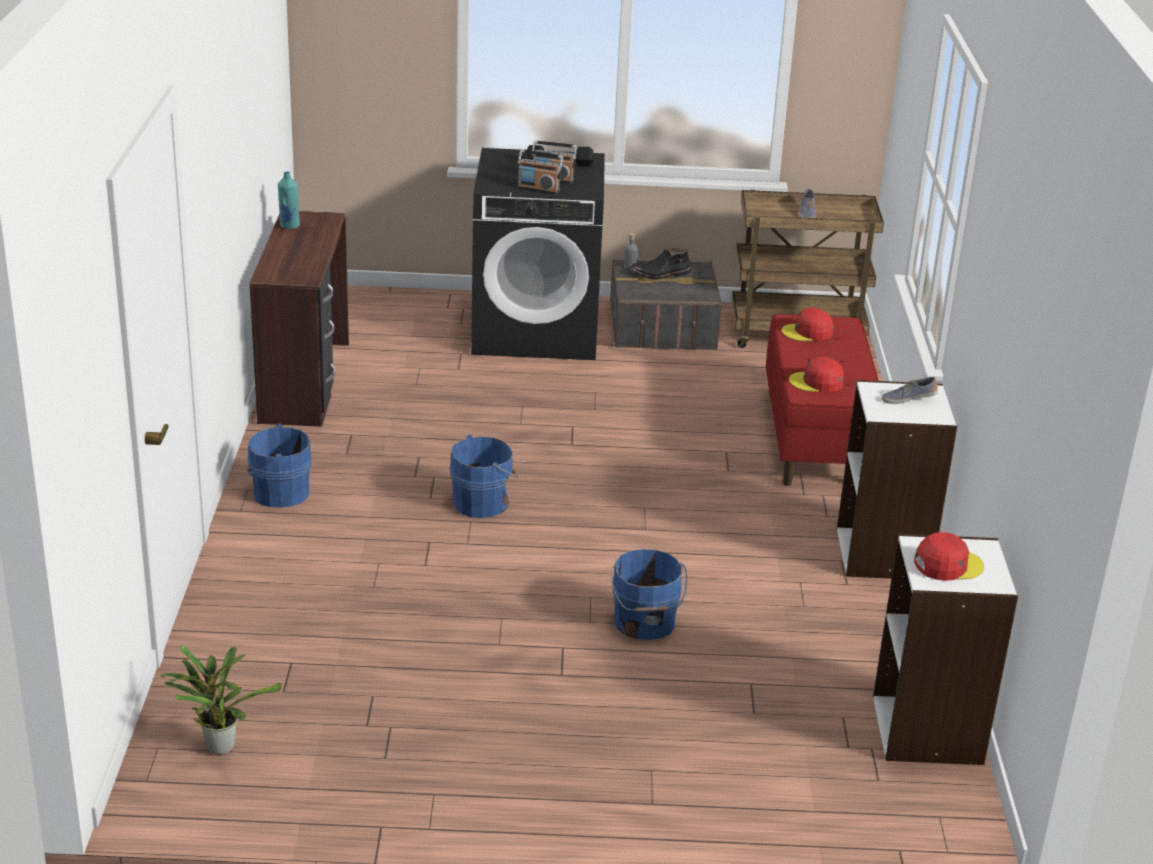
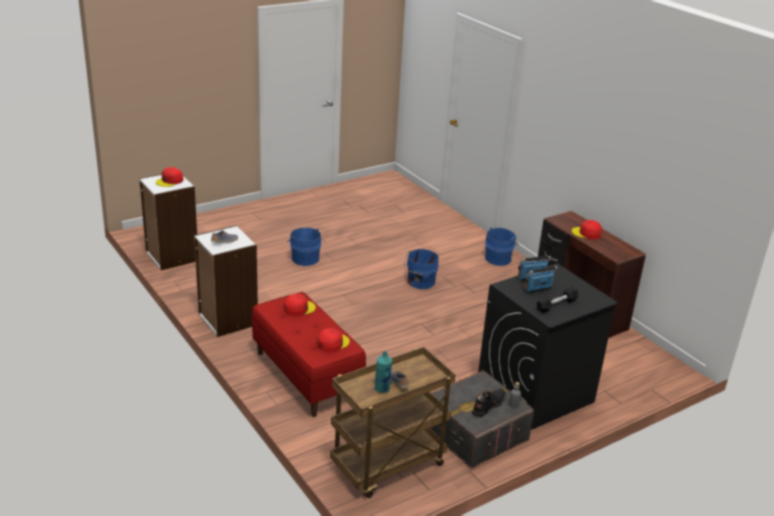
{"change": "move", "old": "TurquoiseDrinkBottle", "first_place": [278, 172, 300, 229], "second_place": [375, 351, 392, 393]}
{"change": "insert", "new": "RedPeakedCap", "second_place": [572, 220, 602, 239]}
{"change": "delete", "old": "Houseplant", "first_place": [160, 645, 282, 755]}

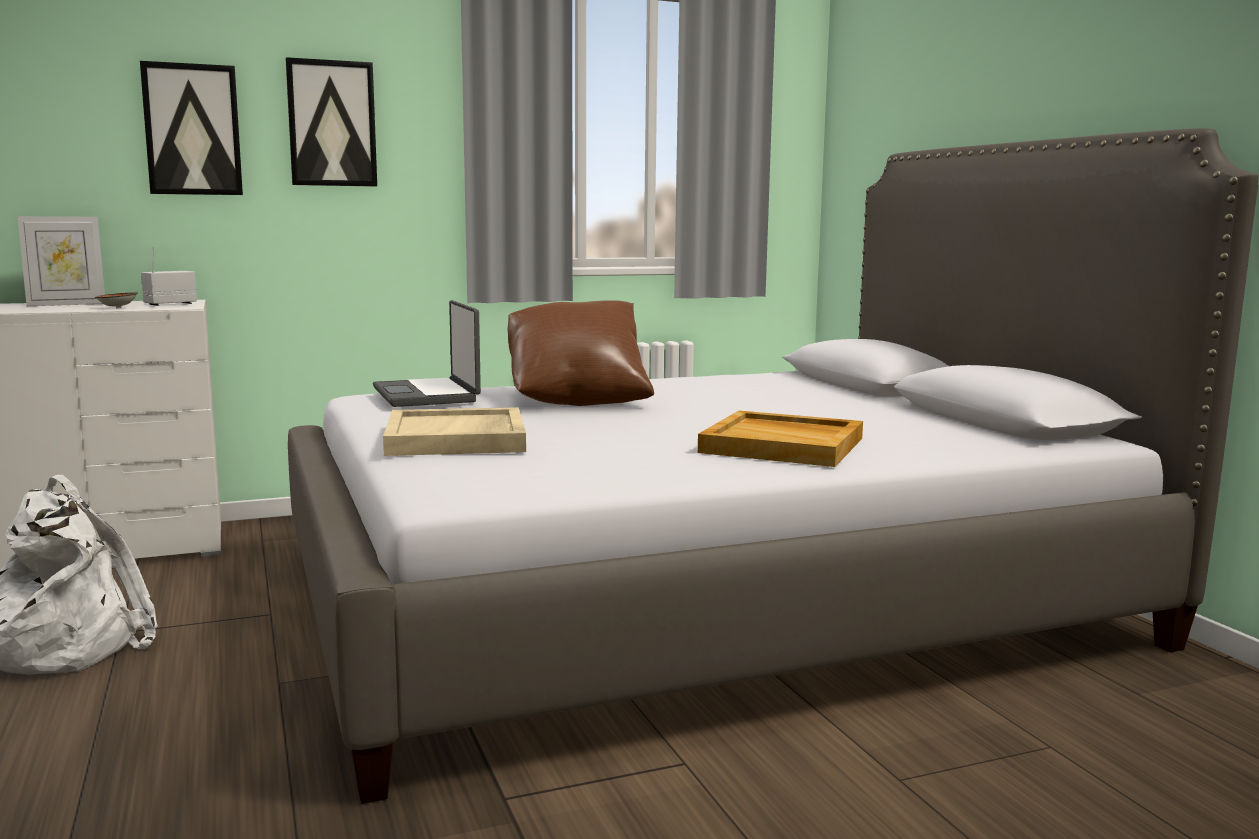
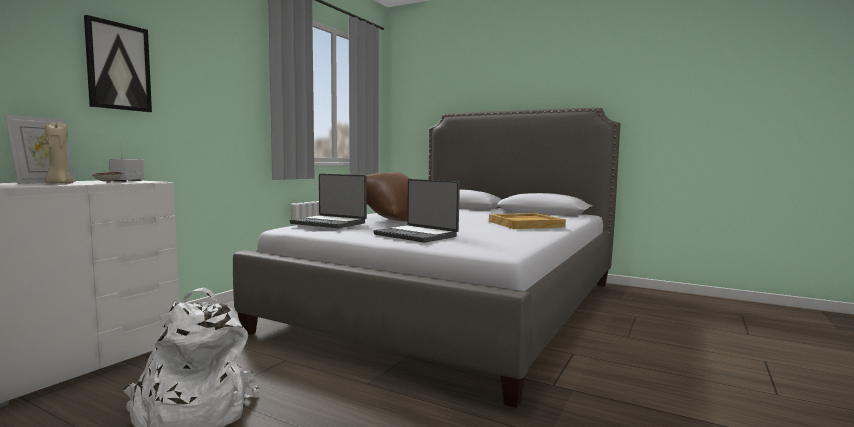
{"change": "insert", "new": "BeigeColouredWaxCandle", "second_place": [45, 123, 74, 184]}
{"change": "replace", "old": "BeigeColouredTray", "new": "PortableComputer", "first_place": [383, 407, 526, 456], "second_place": [373, 179, 460, 243]}
{"change": "delete", "old": "WallPicture", "first_place": [285, 57, 377, 186]}

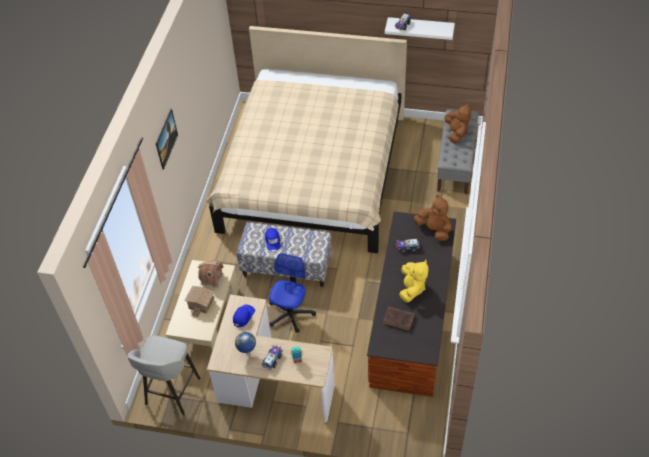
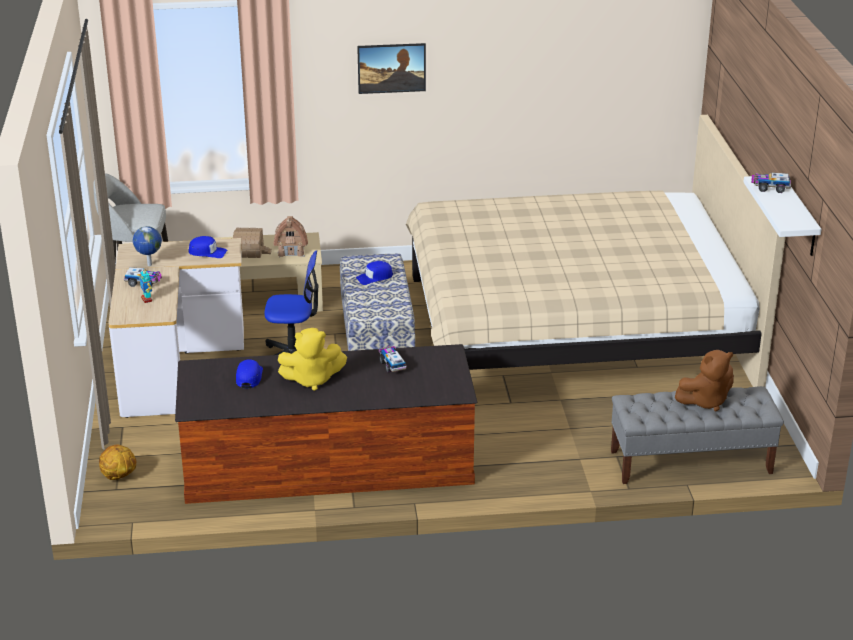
{"change": "insert", "new": "BallForBasketball", "second_place": [99, 444, 136, 480]}
{"change": "replace", "old": "BrownColouredBook", "new": "BlueColouredPeakedCap", "first_place": [383, 306, 415, 331], "second_place": [236, 359, 263, 388]}
{"change": "delete", "old": "BrownColouredSoftToy", "first_place": [414, 195, 452, 241]}

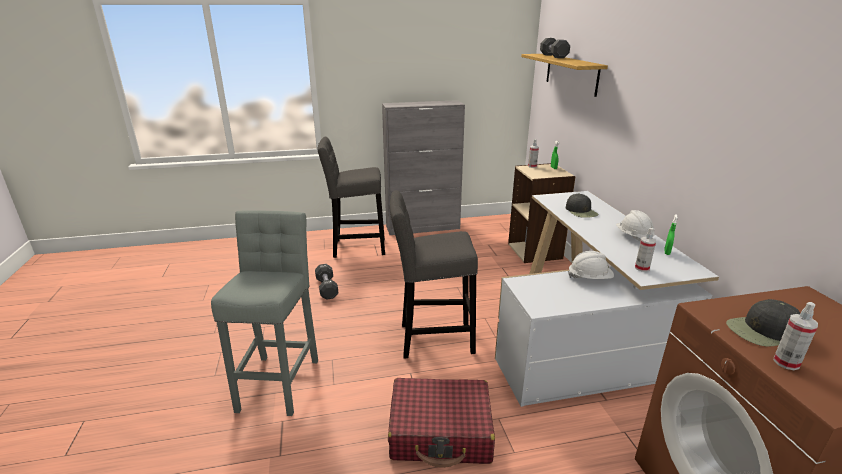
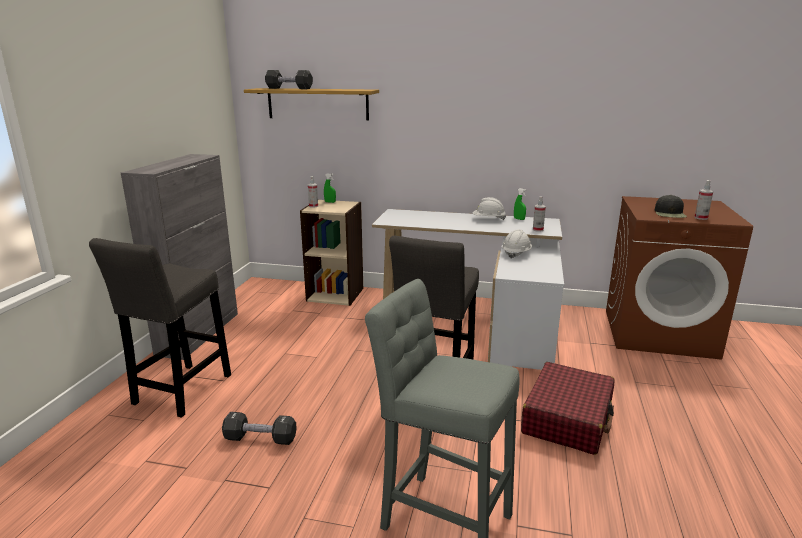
{"change": "delete", "old": "BlackColouredPeakedCap", "first_place": [566, 194, 598, 218]}

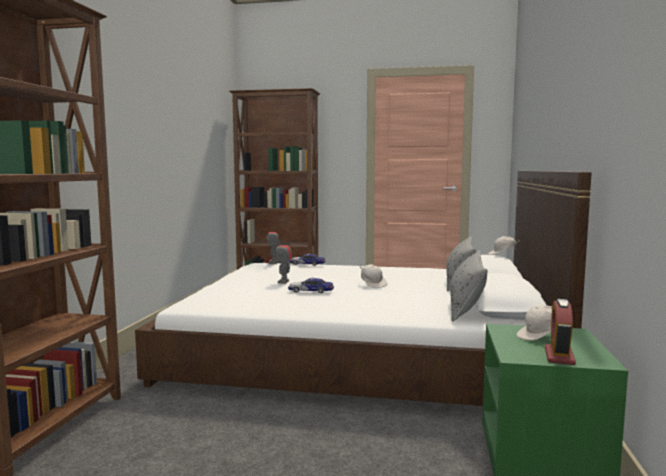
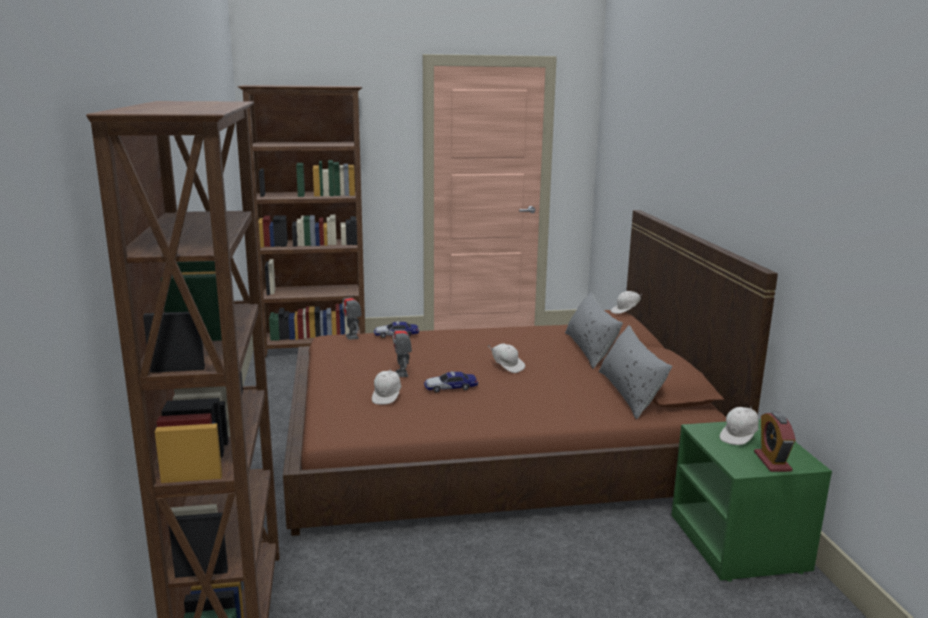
{"change": "recolor", "old": "WhiteSleepingBed", "new": "BrownColouredSleepingBed", "first_place": [135, 171, 592, 406], "second_place": [283, 210, 778, 536]}
{"change": "insert", "new": "WhitePeakedCap", "second_place": [372, 369, 401, 405]}

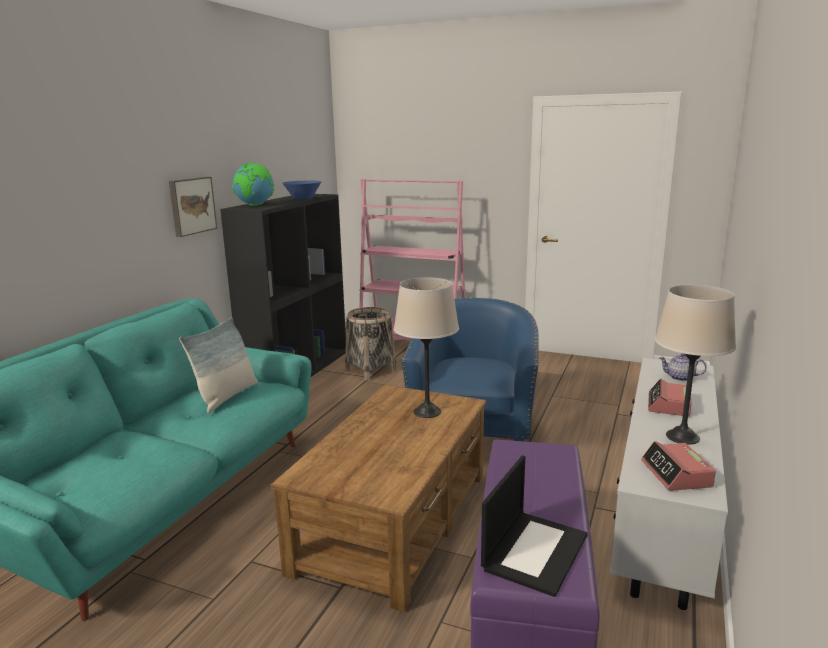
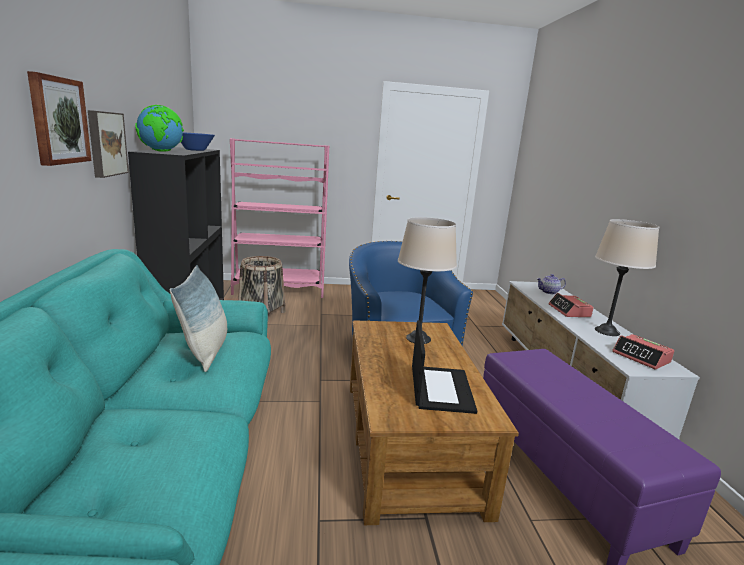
{"change": "insert", "new": "WallPicture", "second_place": [27, 71, 91, 166]}
{"change": "move", "old": "PortableComputer", "first_place": [481, 455, 588, 597], "second_place": [412, 320, 477, 414]}

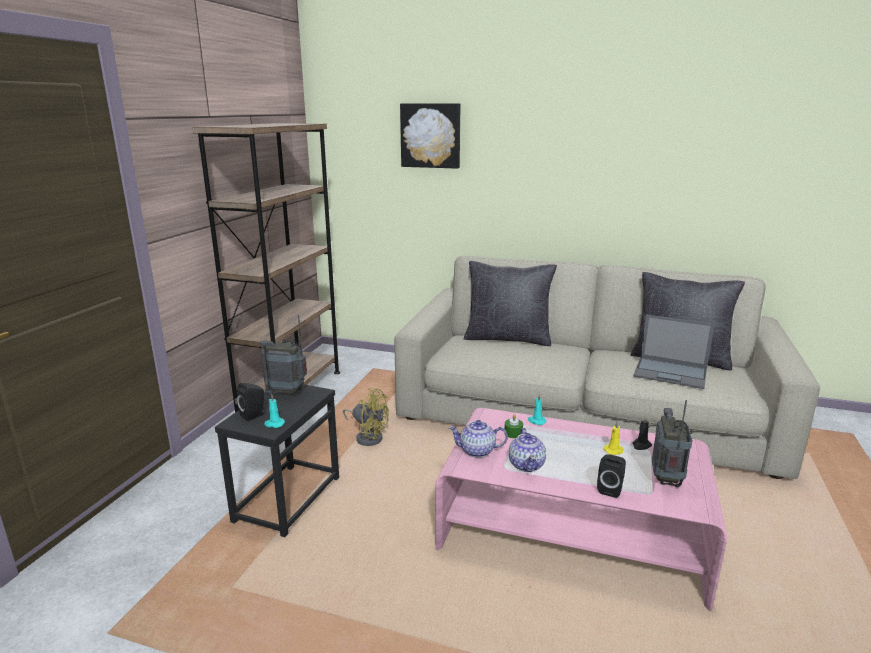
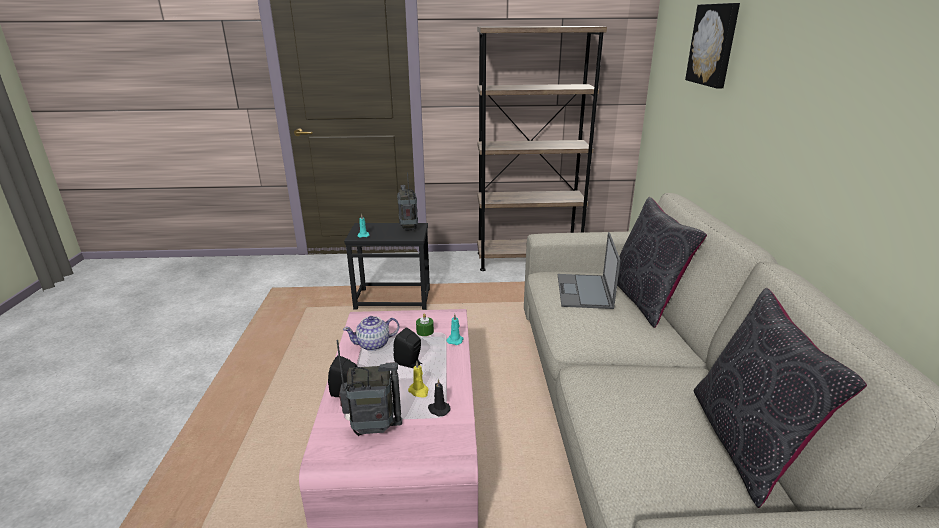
{"change": "move", "old": "BlackColouredAudioSpeaker", "first_place": [237, 383, 265, 421], "second_place": [394, 327, 422, 368]}
{"change": "move", "old": "PortableComputer", "first_place": [634, 315, 715, 389], "second_place": [558, 232, 620, 309]}
{"change": "delete", "old": "YellowCoolingFan", "first_place": [343, 388, 389, 446]}
{"change": "delete", "old": "Teapot", "first_place": [448, 420, 508, 458]}

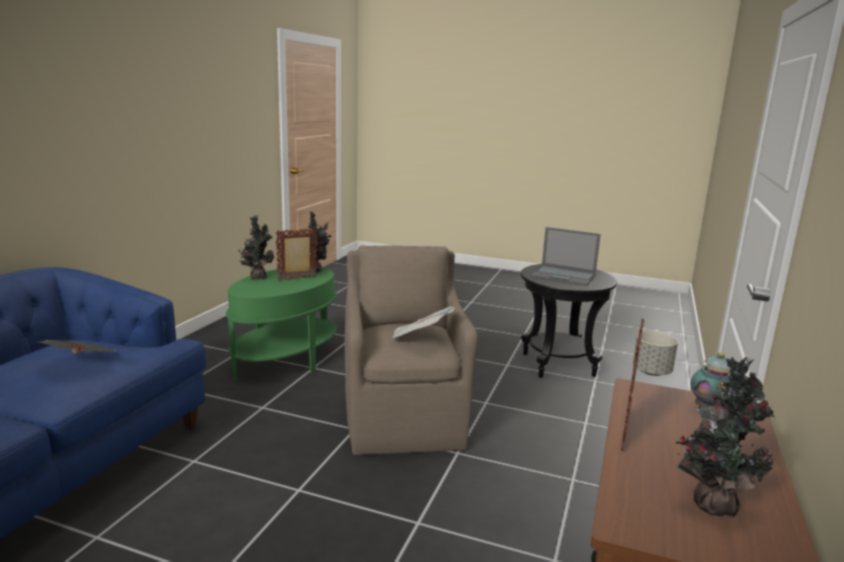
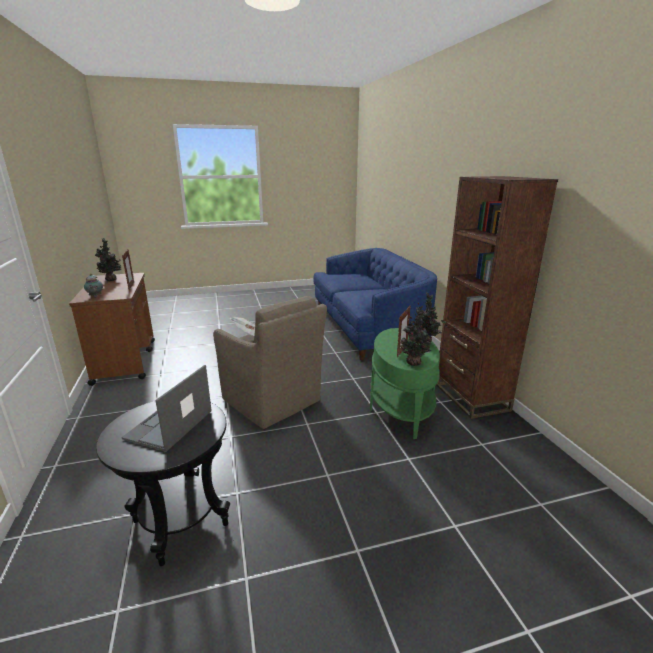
{"change": "rotate", "old": "PortableComputer", "first_place": [531, 227, 601, 286], "second_place": [121, 365, 212, 452], "degrees": -60}
{"change": "insert", "new": "BrownColouredBookcase", "second_place": [436, 176, 558, 419]}
{"change": "delete", "old": "DailyPaper", "first_place": [32, 340, 116, 354]}
{"change": "delete", "old": "GrayPlantPot", "first_place": [633, 331, 678, 376]}

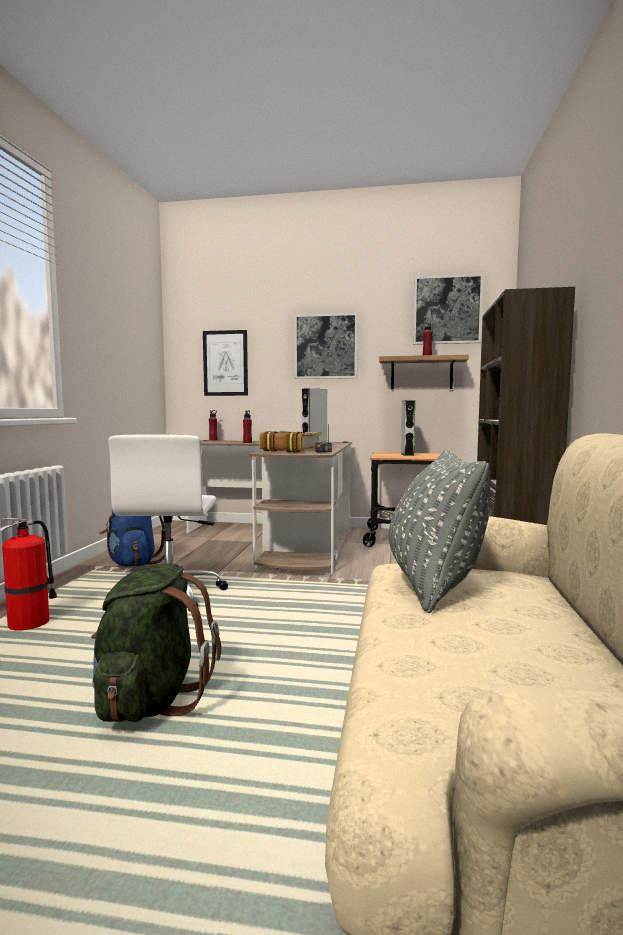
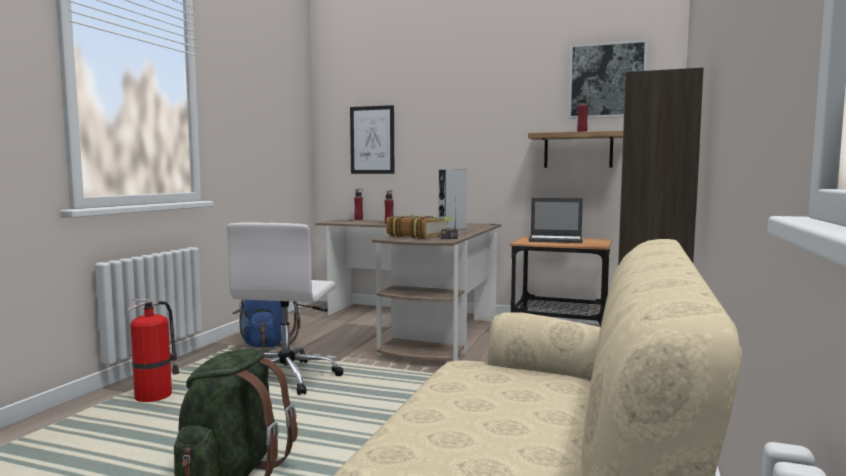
{"change": "replace", "old": "GrayAudioSpeaker", "new": "PortableComputer", "first_place": [401, 400, 415, 456], "second_place": [529, 198, 583, 243]}
{"change": "delete", "old": "WallPicture", "first_place": [294, 313, 358, 379]}
{"change": "delete", "old": "GrayThrowPillow", "first_place": [389, 449, 490, 613]}

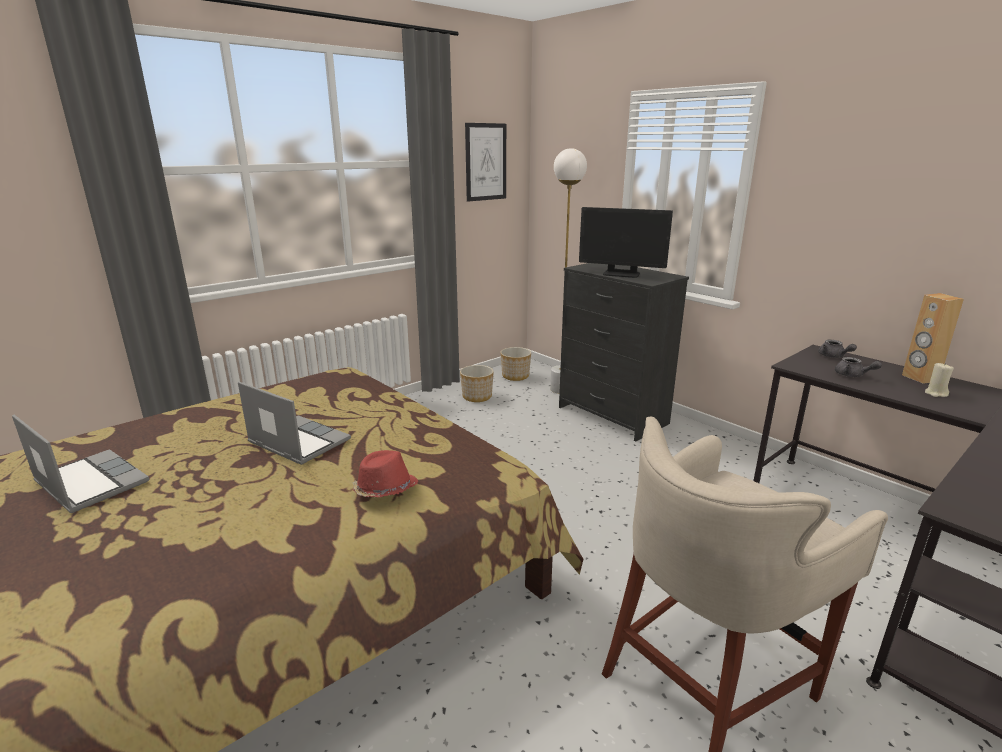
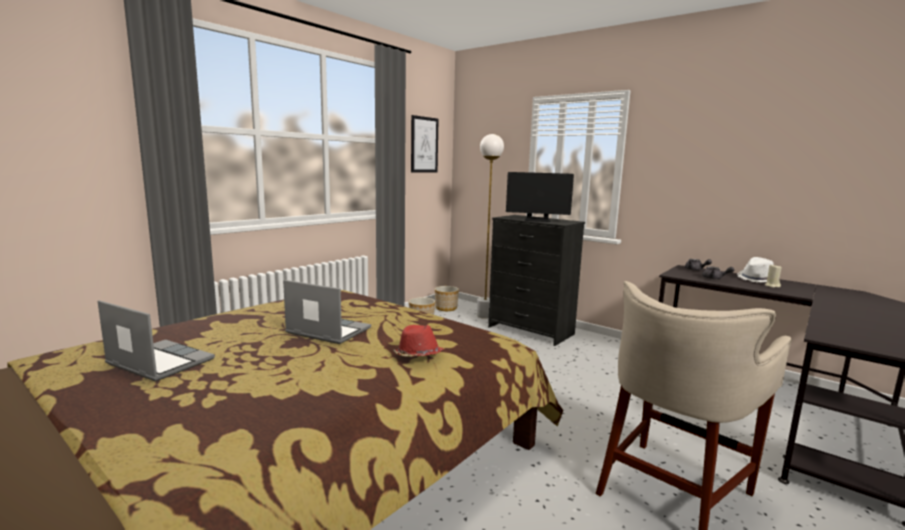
{"change": "replace", "old": "BrownColouredAudioSpeaker", "new": "WhiteClothingHat", "first_place": [902, 293, 964, 384], "second_place": [737, 257, 774, 283]}

